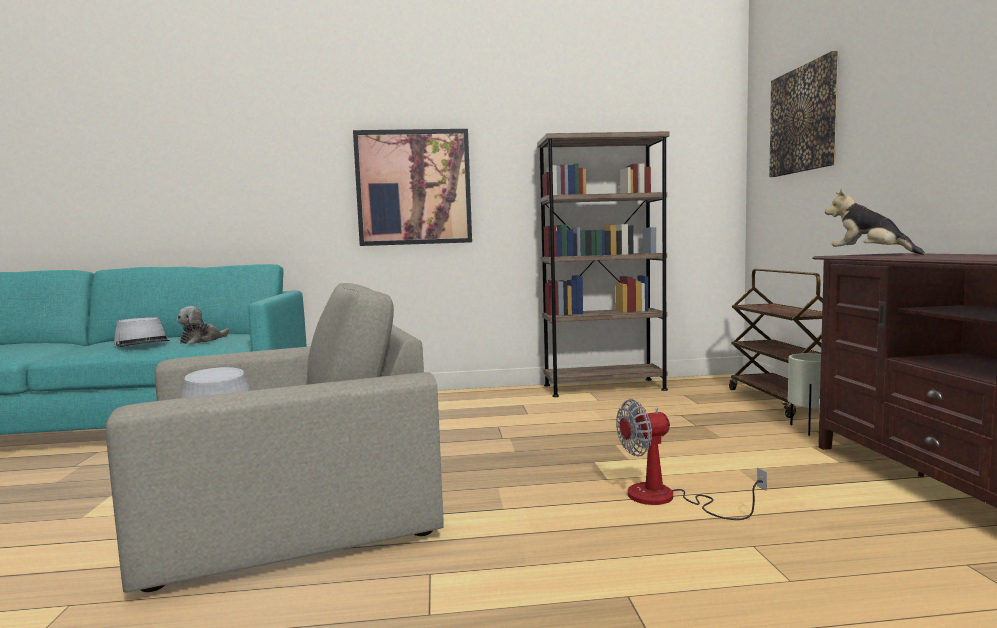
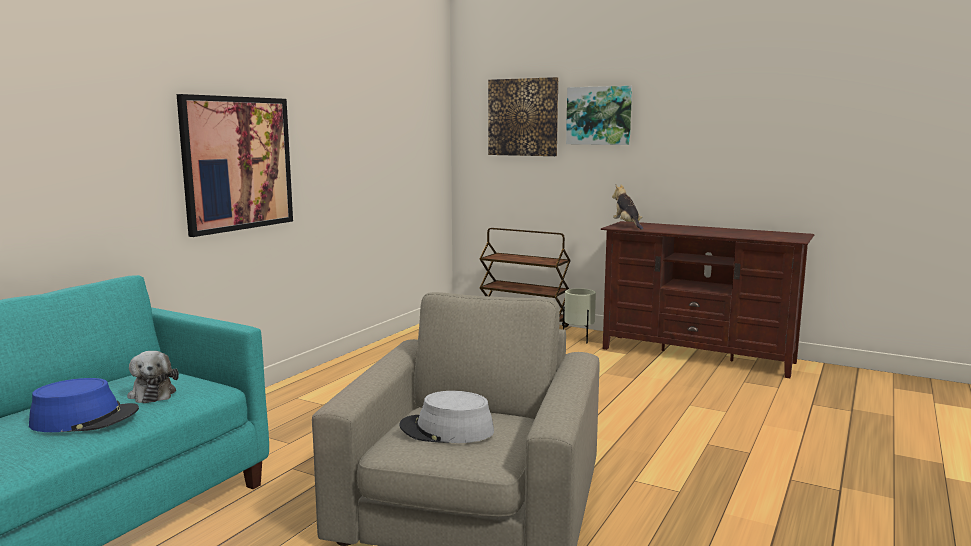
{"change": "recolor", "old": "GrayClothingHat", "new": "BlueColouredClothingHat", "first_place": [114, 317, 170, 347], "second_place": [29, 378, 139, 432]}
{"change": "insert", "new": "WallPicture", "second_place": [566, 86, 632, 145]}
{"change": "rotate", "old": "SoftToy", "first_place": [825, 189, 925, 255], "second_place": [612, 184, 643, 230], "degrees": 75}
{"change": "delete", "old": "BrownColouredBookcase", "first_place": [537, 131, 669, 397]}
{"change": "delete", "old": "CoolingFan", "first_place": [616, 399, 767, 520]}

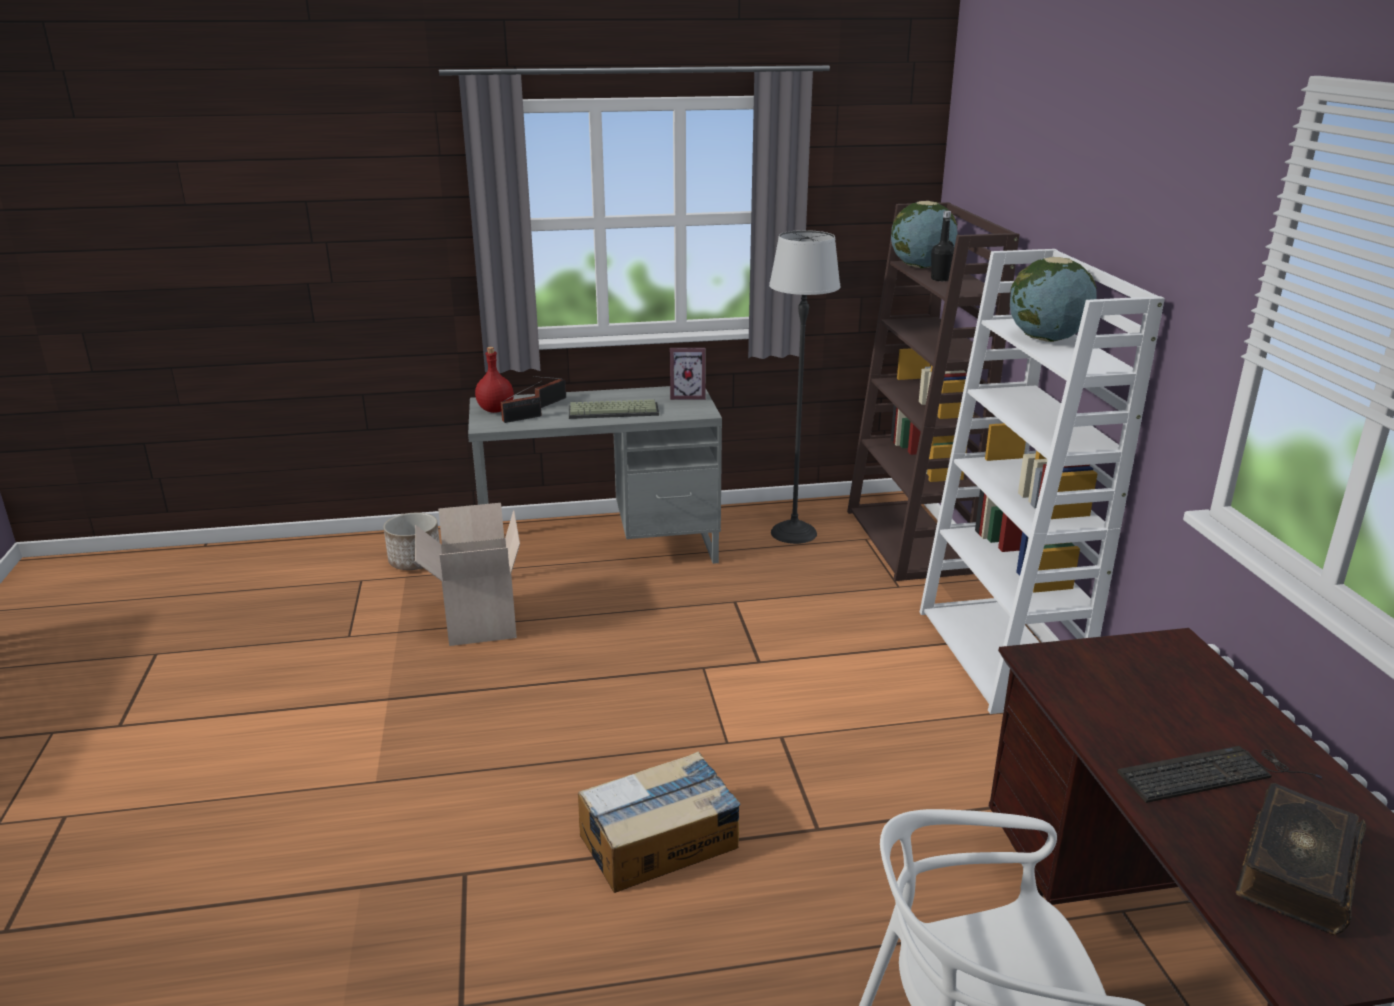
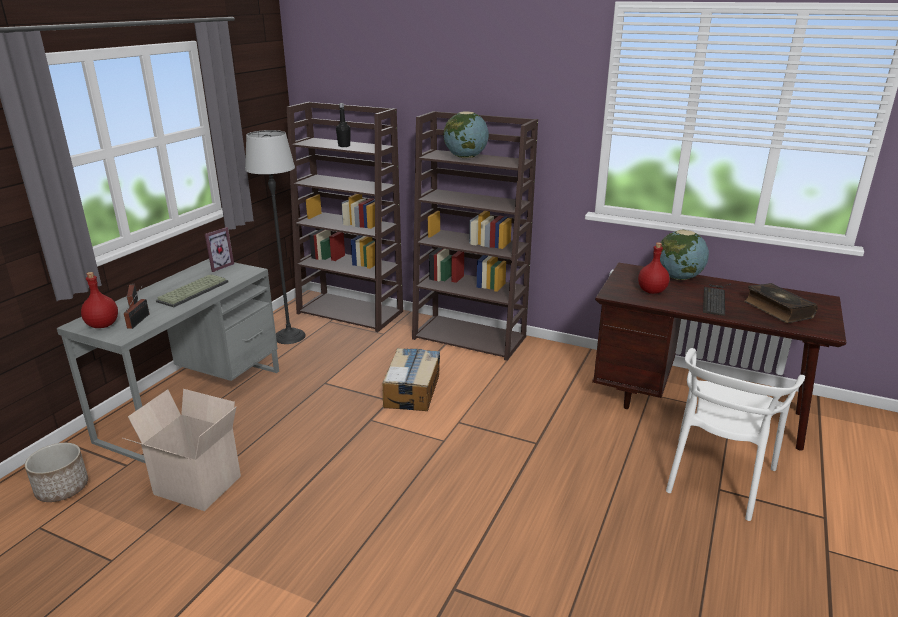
{"change": "move", "old": "PackingBox", "first_place": [578, 752, 741, 893], "second_place": [383, 348, 440, 411]}
{"change": "recolor", "old": "WhiteBookcase", "new": "BrownColouredBookcase", "first_place": [920, 249, 1165, 714], "second_place": [412, 111, 538, 361]}
{"change": "insert", "new": "RedDrinkBottle", "second_place": [638, 242, 670, 294]}
{"change": "move", "old": "DeskGlobe", "first_place": [891, 201, 958, 268], "second_place": [660, 230, 709, 280]}

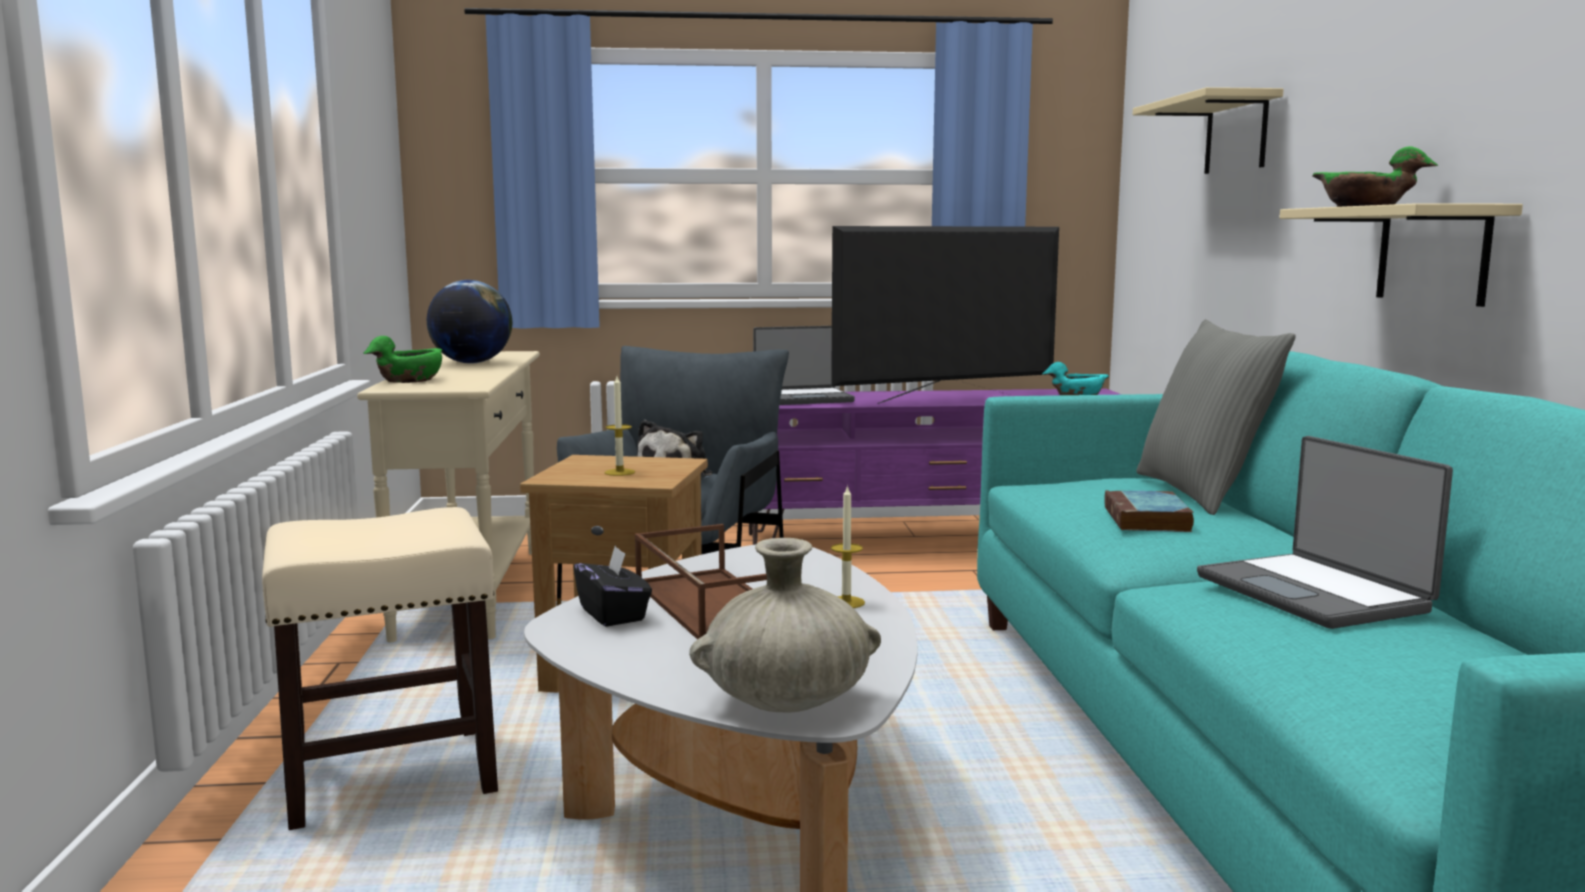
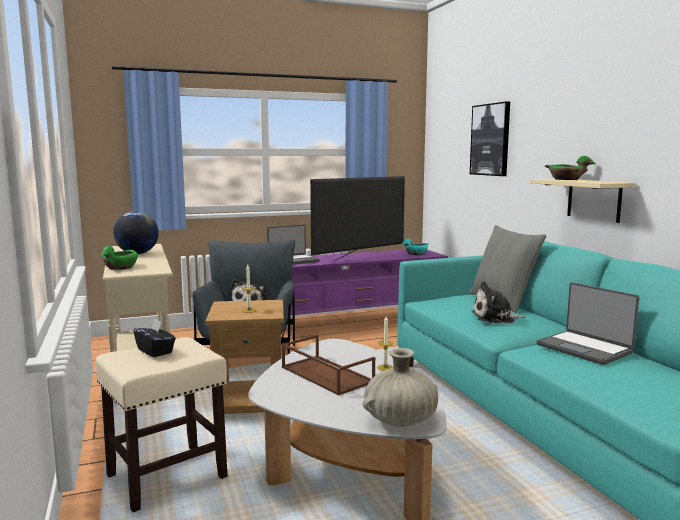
{"change": "move", "old": "BlackColouredTissueHolder", "first_place": [573, 545, 652, 627], "second_place": [133, 318, 176, 357]}
{"change": "replace", "old": "BeigeColouredBracketShelf", "new": "WallPicture", "first_place": [1133, 87, 1284, 174], "second_place": [470, 101, 510, 176]}
{"change": "replace", "old": "Book", "new": "SoftToy", "first_place": [1104, 490, 1194, 532], "second_place": [472, 281, 525, 323]}

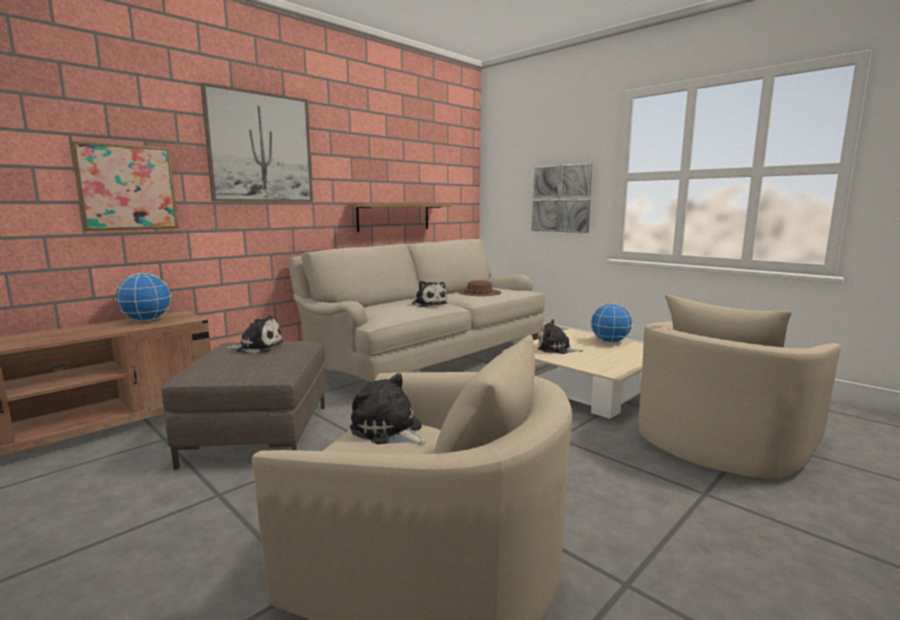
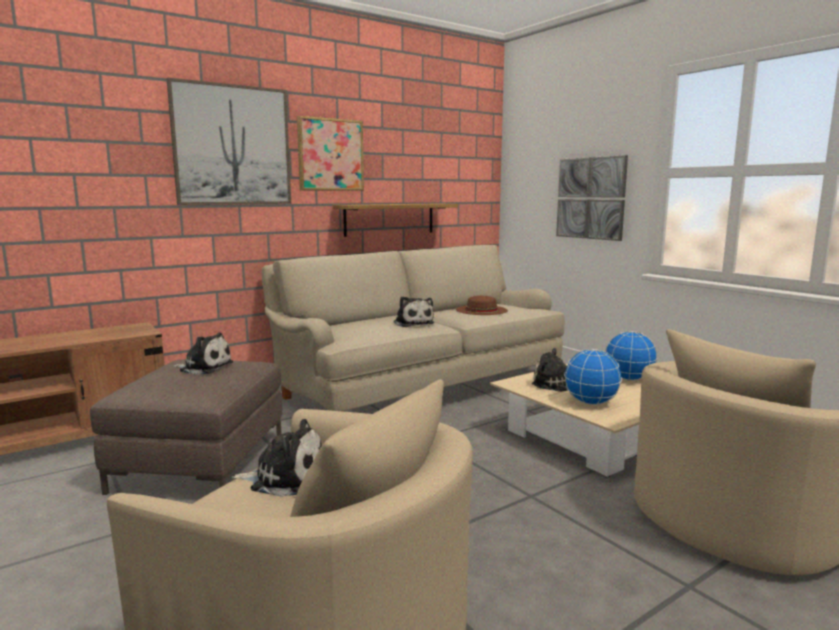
{"change": "rotate", "old": "SoftToy", "first_place": [350, 373, 427, 444], "second_place": [232, 419, 322, 497], "degrees": 135}
{"change": "move", "old": "WallPicture", "first_place": [70, 140, 179, 231], "second_place": [297, 116, 364, 191]}
{"change": "move", "old": "DeskGlobe", "first_place": [115, 273, 172, 321], "second_place": [564, 349, 622, 405]}

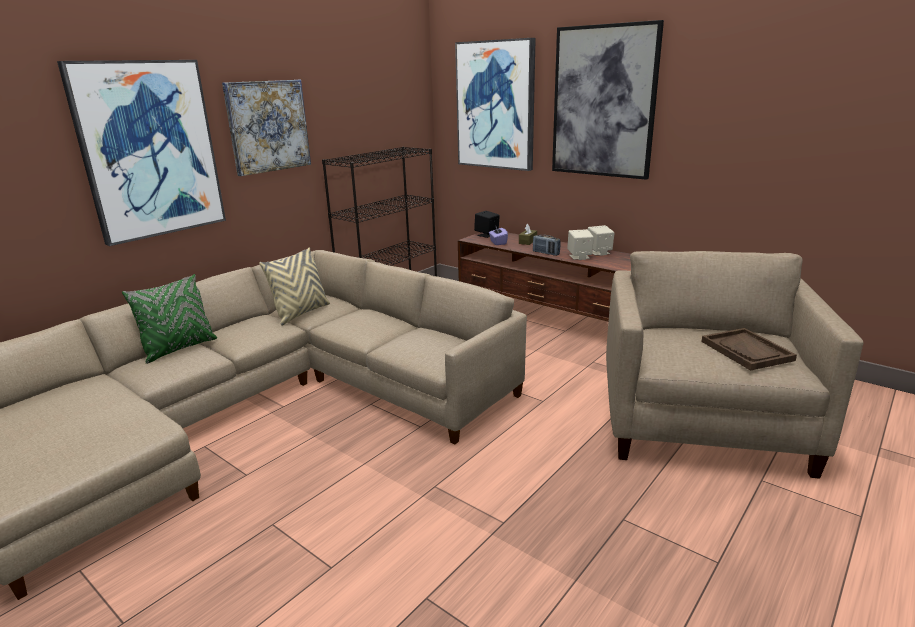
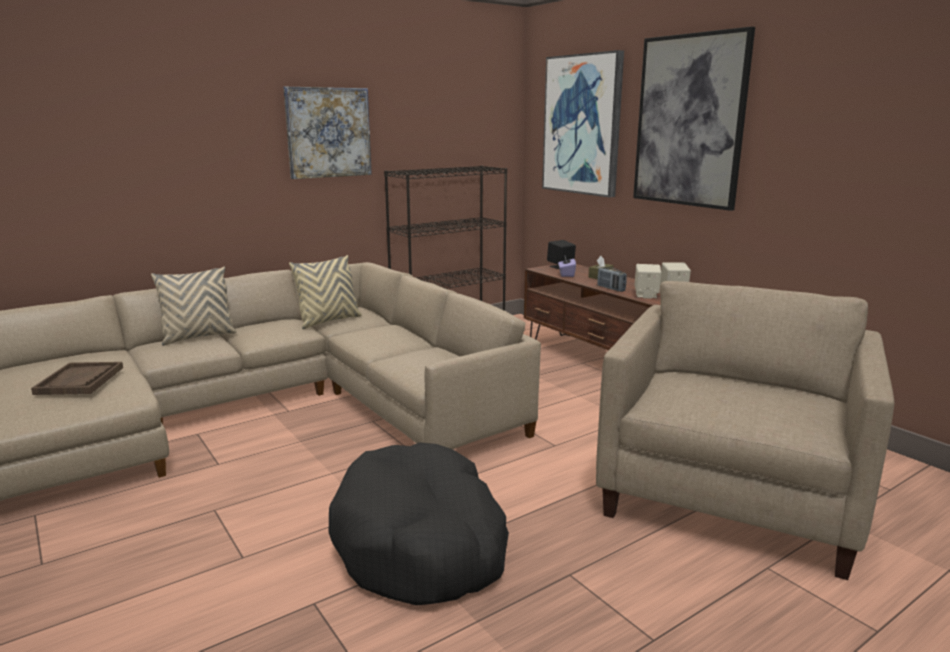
{"change": "move", "old": "BrownColouredTray", "first_place": [701, 328, 797, 371], "second_place": [31, 362, 123, 395]}
{"change": "recolor", "old": "GreenThrowPillow", "new": "BeigeColouredThrowPillow", "first_place": [122, 274, 217, 364], "second_place": [151, 267, 237, 346]}
{"change": "insert", "new": "BlackColouredDogCushion", "second_place": [329, 442, 509, 605]}
{"change": "delete", "old": "WallPicture", "first_place": [57, 60, 226, 246]}

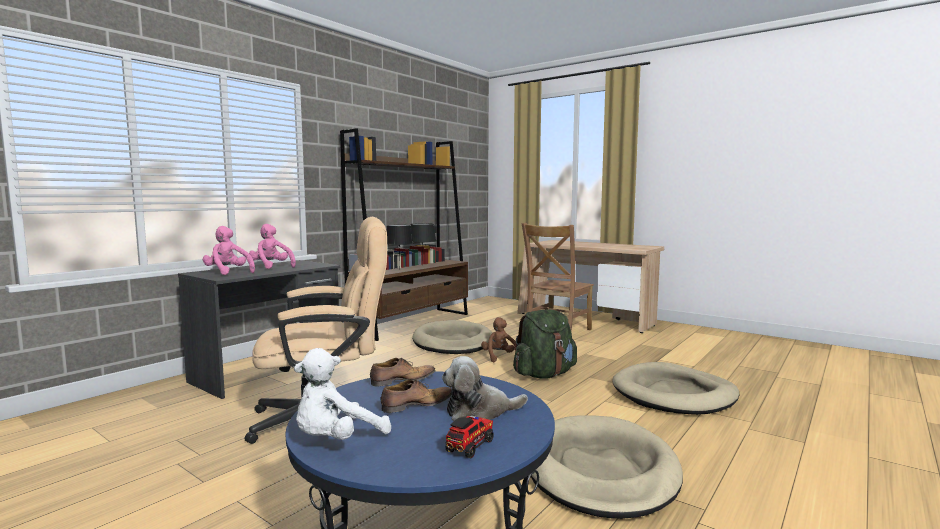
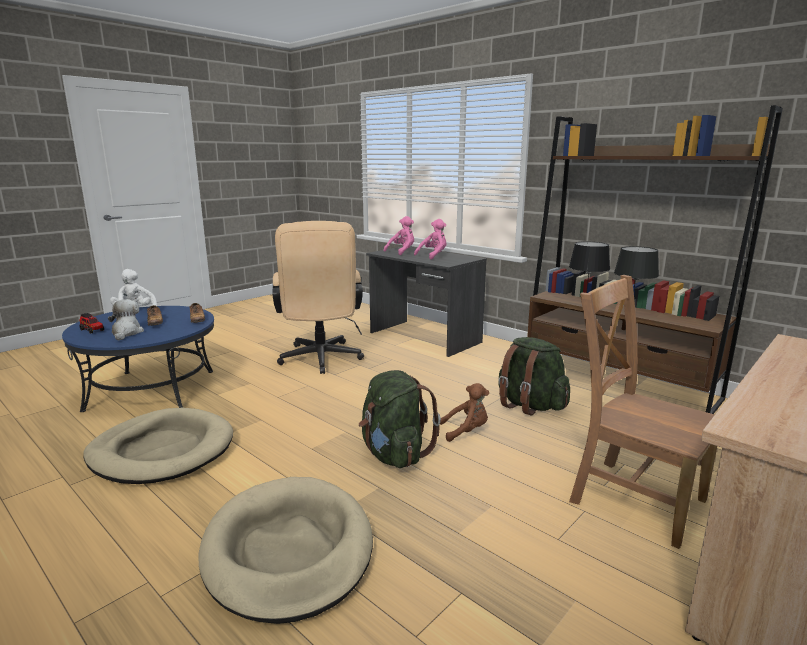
{"change": "replace", "old": "BeigeColouredDogCushion", "new": "GreenBackpack", "first_place": [412, 320, 492, 354], "second_place": [498, 337, 570, 415]}

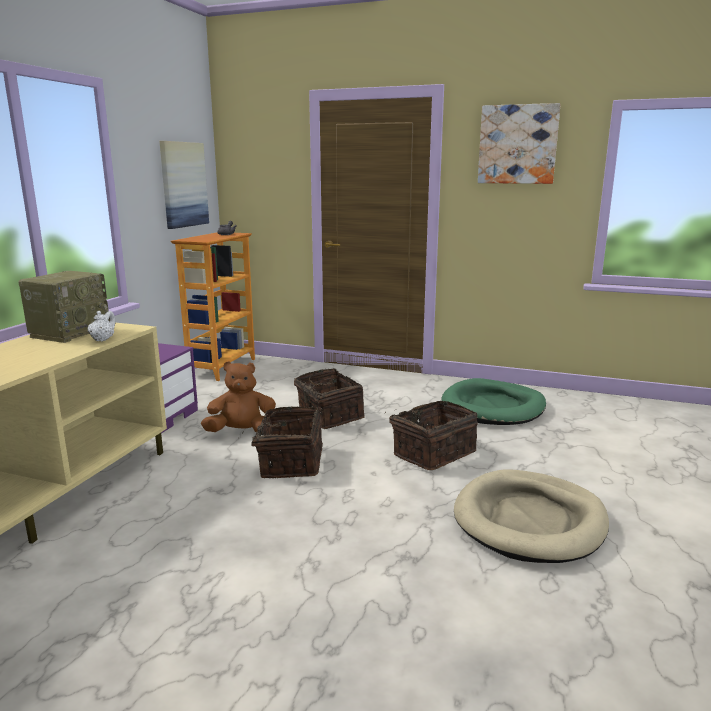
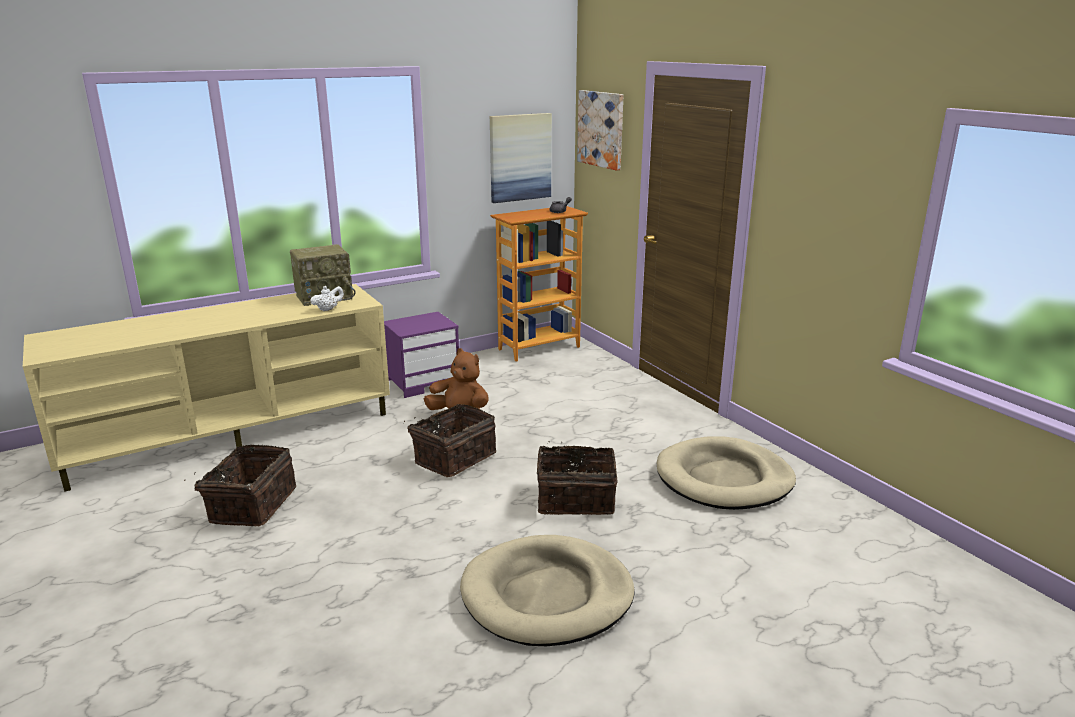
{"change": "move", "old": "HouseholdBasket", "first_place": [294, 368, 365, 429], "second_place": [184, 445, 296, 526]}
{"change": "move", "old": "WallPicture", "first_place": [478, 103, 561, 184], "second_place": [577, 90, 623, 171]}
{"change": "recolor", "old": "GreenDogCushion", "new": "BeigeColouredDogCushion", "first_place": [441, 378, 546, 425], "second_place": [657, 436, 796, 510]}

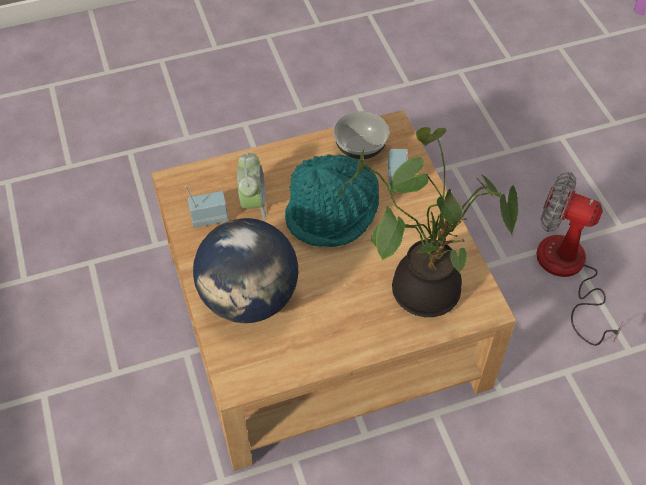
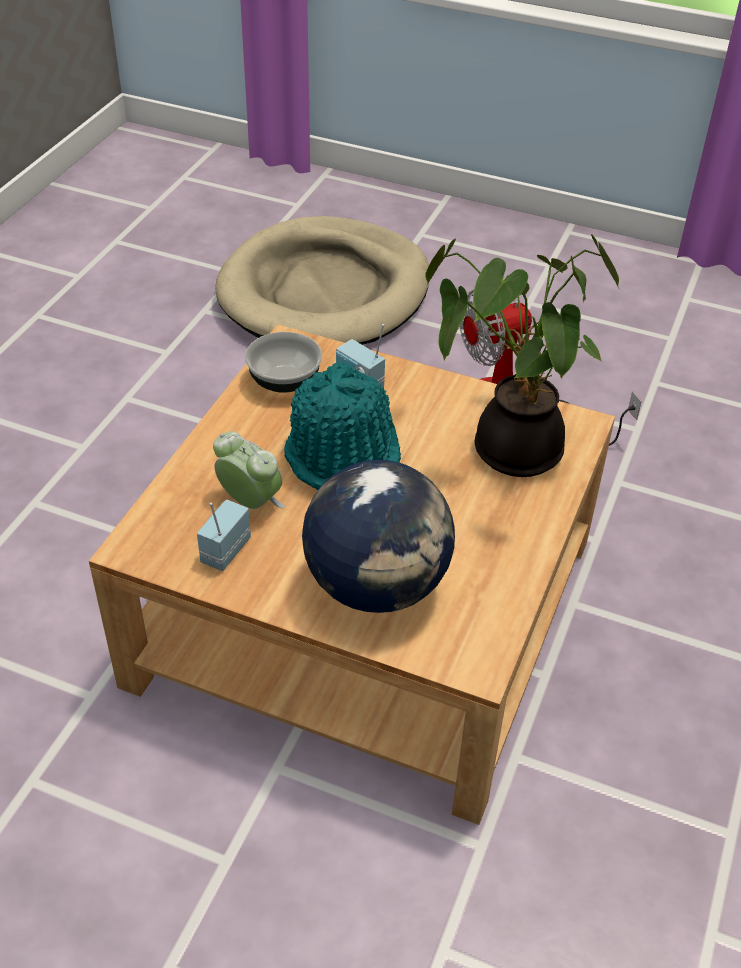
{"change": "insert", "new": "BeigeColouredDogCushion", "second_place": [215, 216, 429, 345]}

